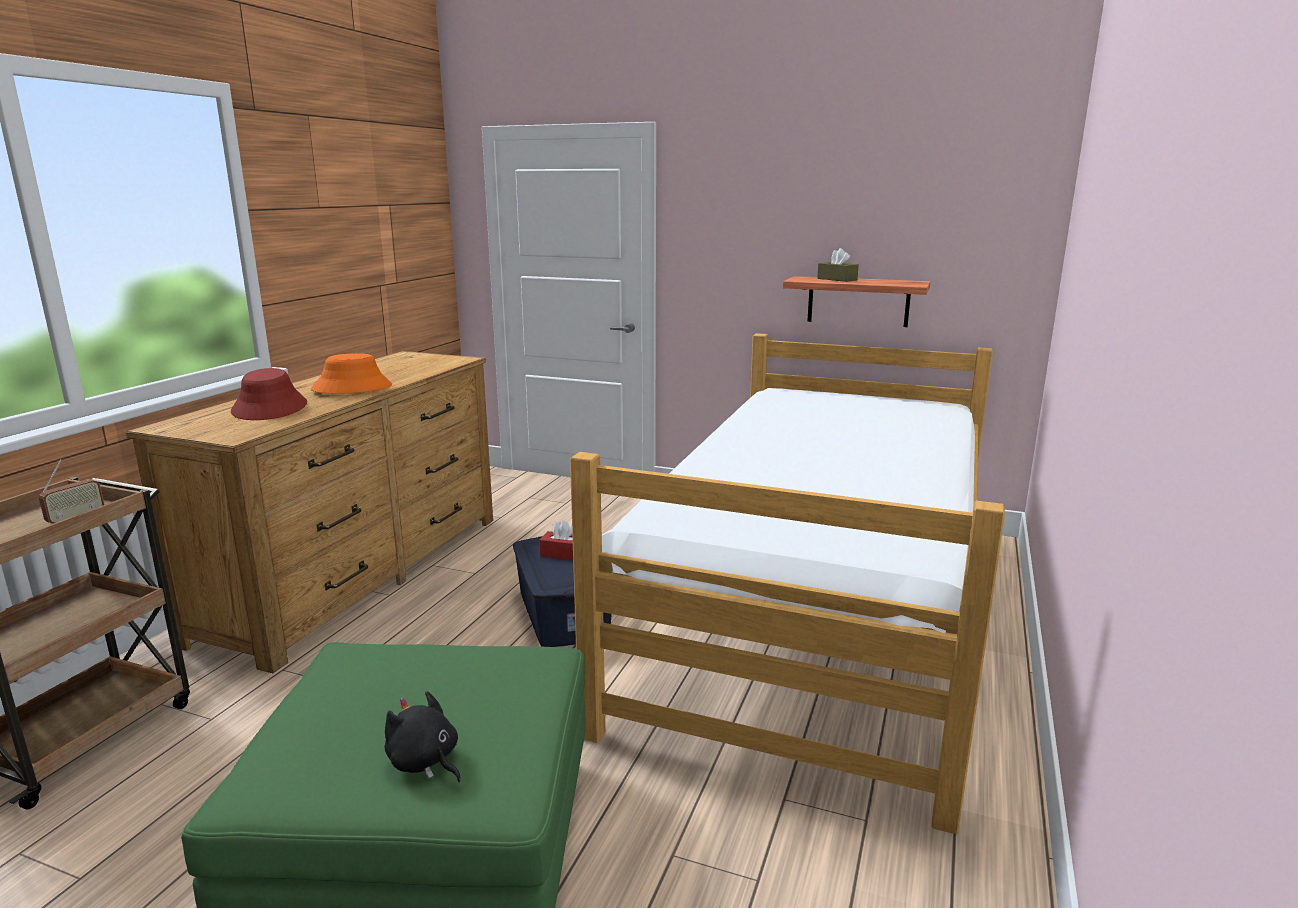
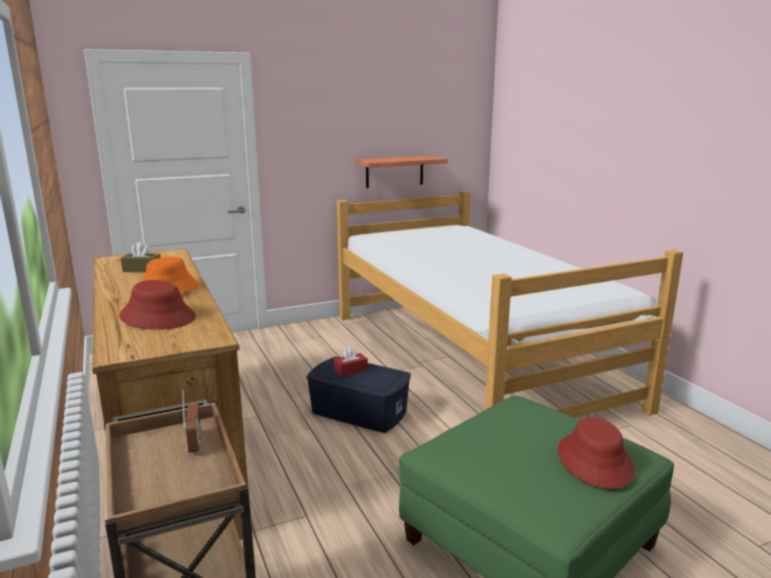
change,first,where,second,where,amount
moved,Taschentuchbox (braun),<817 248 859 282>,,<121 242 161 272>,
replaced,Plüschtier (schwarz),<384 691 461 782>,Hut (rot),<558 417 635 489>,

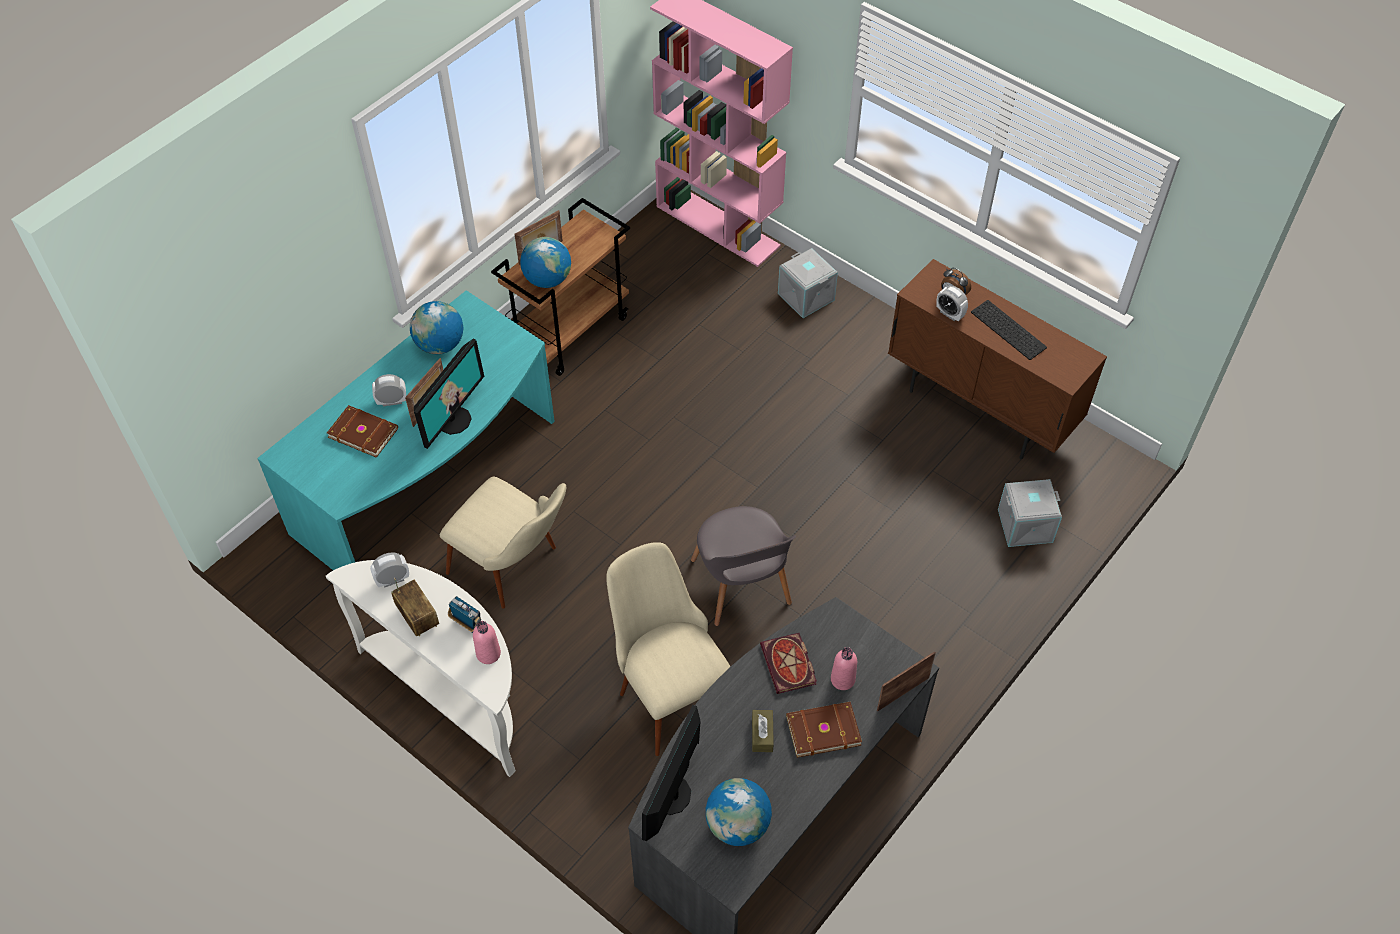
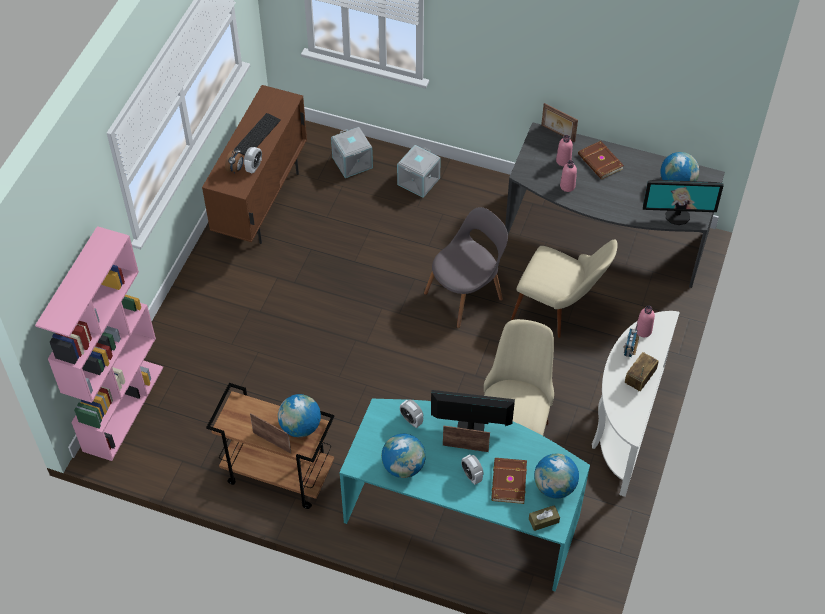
change,first,where,second,where,amount
moved,Aufbewahrungsbox (grau),<778 248 838 318>,,<397 145 441 198>,
moved,Wecker,<370 552 409 588>,,<400 399 423 428>,
turned,Stuhl (beige),<606 542 731 756>,,<511 240 618 338>,105 degrees counterclockwise
moved,Taschentuchbox (braun),<752 710 774 752>,,<529 505 560 531>,
added,,,Globus,<534 453 579 498>,
replaced,Buch,<760 633 817 694>,Flasche (rosa),<560 160 577 192>,

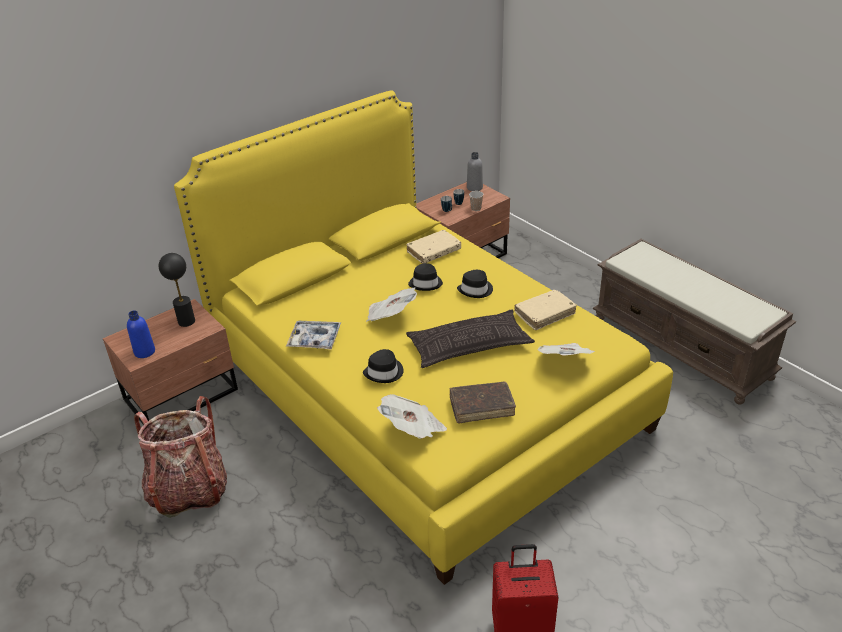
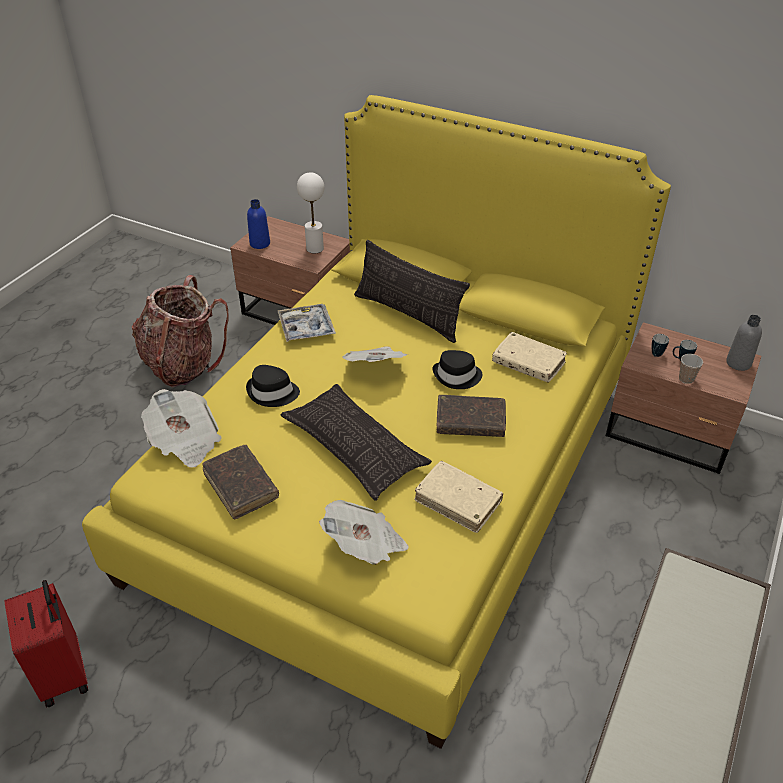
change,first,where,second,where,amount
recoloured,Tischlampe (schwarz),<159 253 195 327>,Tischlampe (weiß),<297 172 324 253>,
added,,,Kissen,<354 240 470 343>,
replaced,Hut (schwarz),<457 270 493 298>,Buch (braun),<437 395 506 437>,

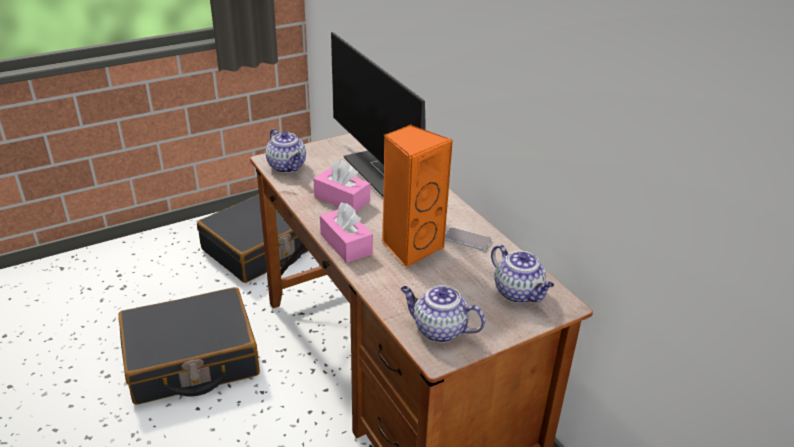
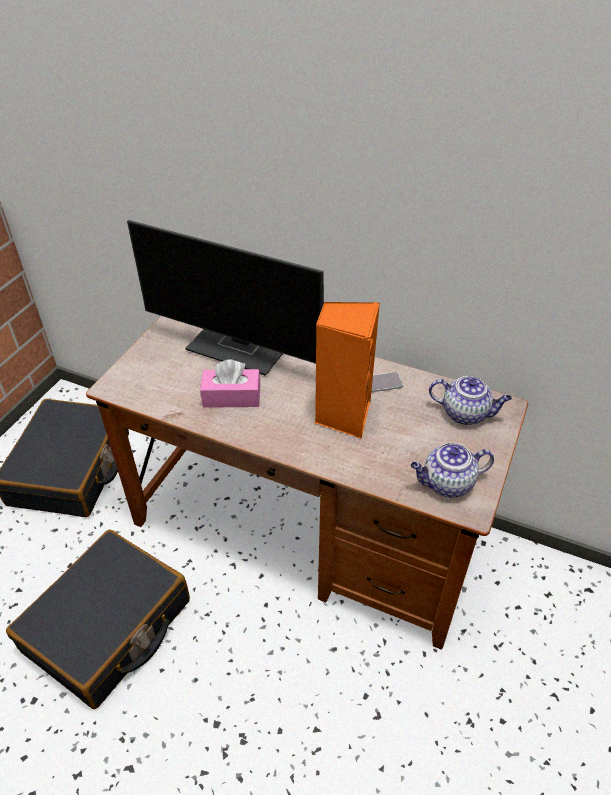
change,first,where,second,where,amount
removed,Teekanne,<266 128 306 173>,,,
removed,Taschentuchbox (rosa),<320 202 373 263>,,,

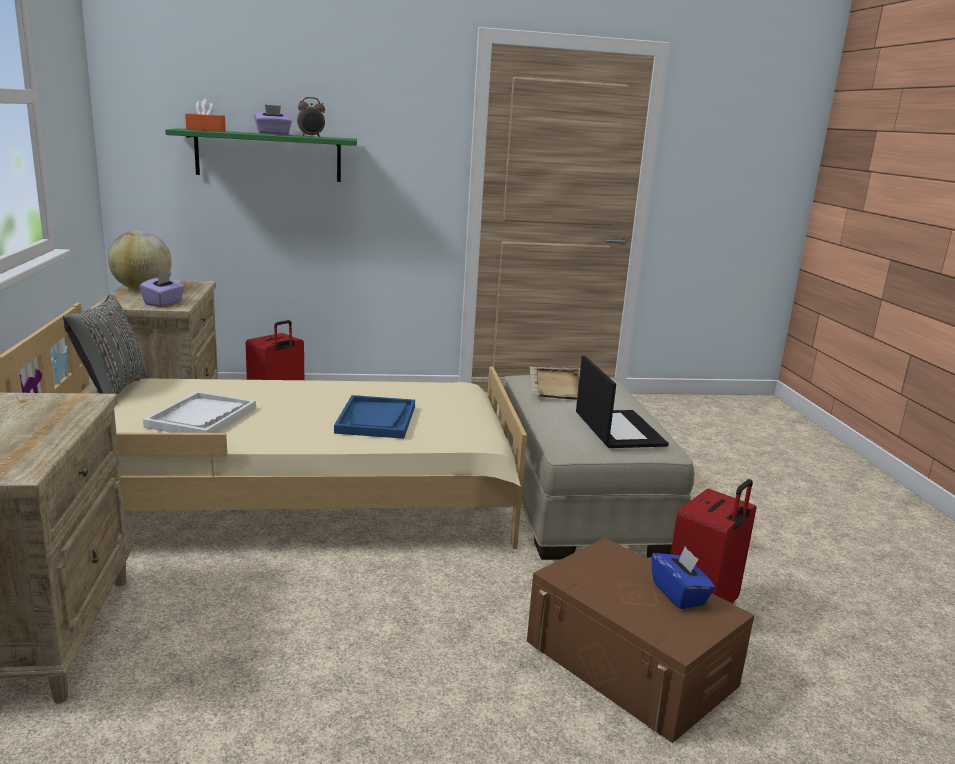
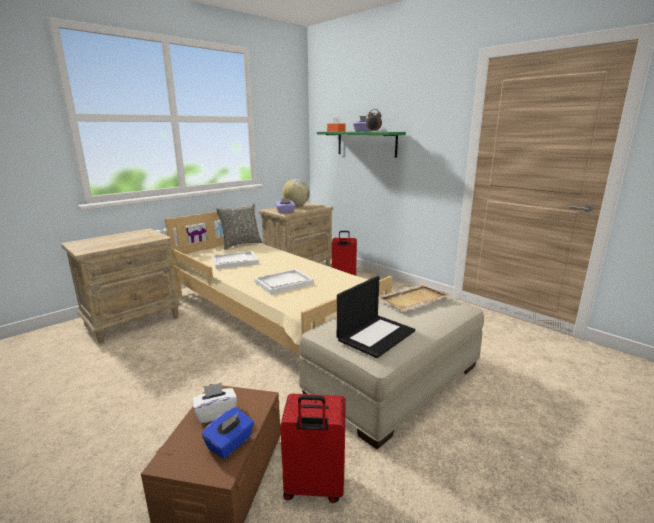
change,first,where,second,where,amount
added,,,Taschentuchbox (weiß),<192 382 237 424>,
recoloured,Tablett (blau),<334 395 415 439>,Tablett (weiß),<254 269 314 295>,

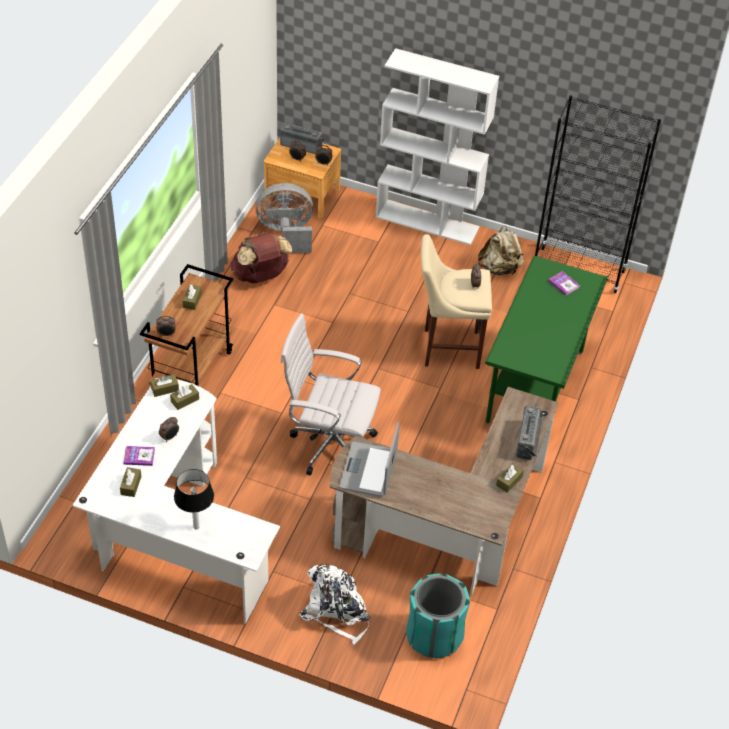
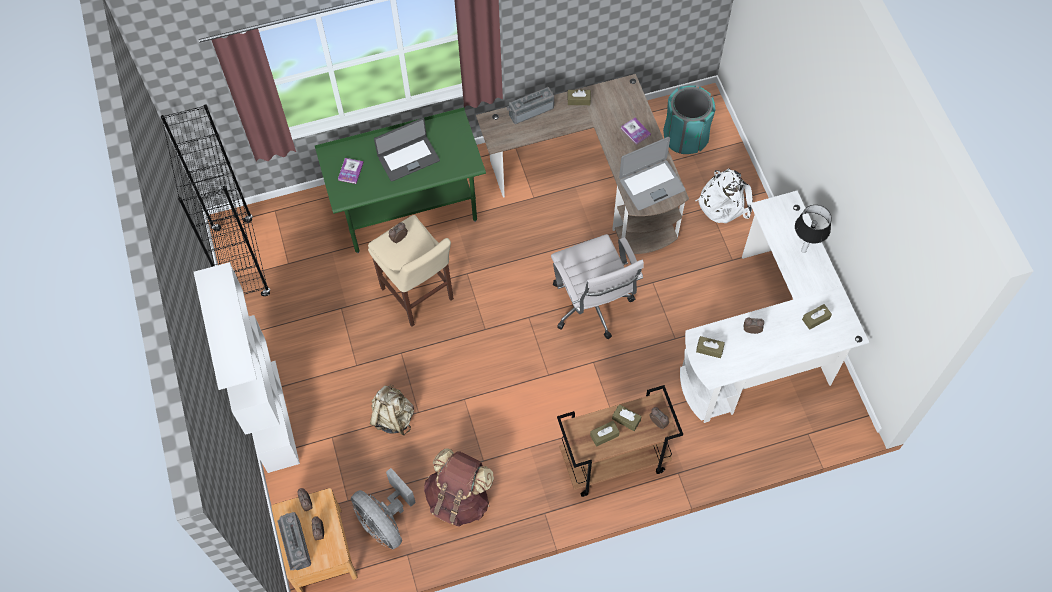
change,first,where,second,where,amount
moved,Rucksack (beige),<478 225 524 276>,,<370 384 414 436>,
added,,,Laptop,<374 118 440 182>,
moved,Taschentuchbox (braun),<150 374 179 397>,,<612 404 642 431>,
moved,Buch,<123 446 155 466>,,<621 118 651 145>,

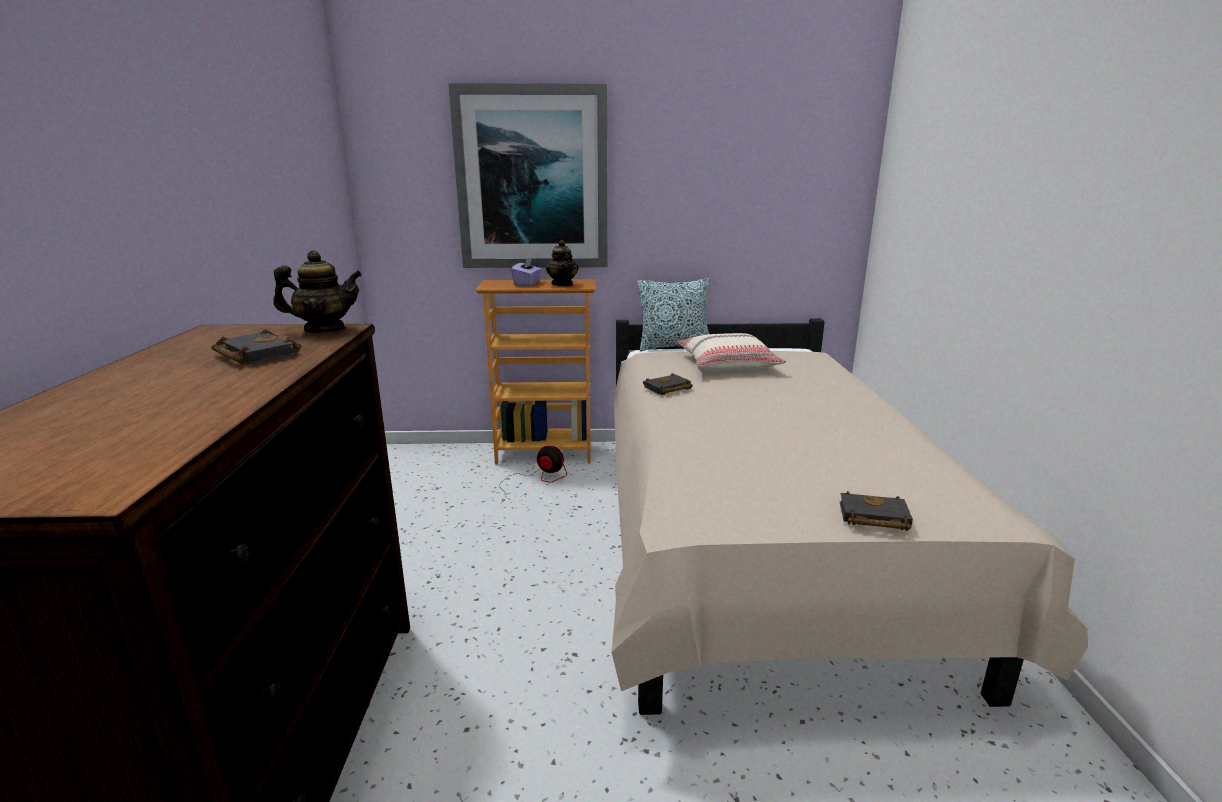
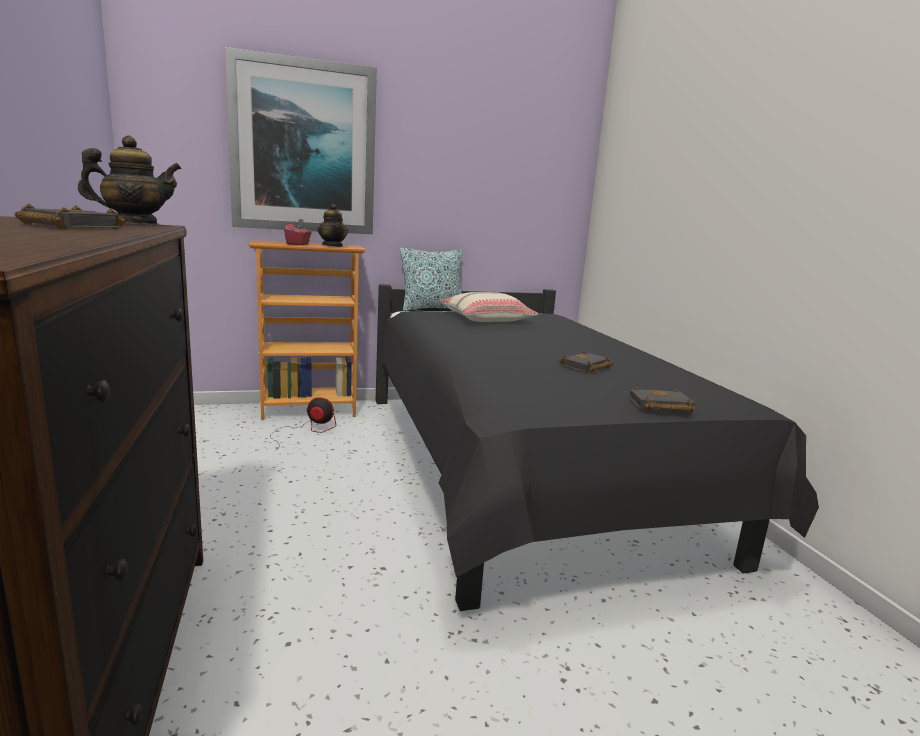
change,first,where,second,where,amount
recoloured,Taschentuchbox (lila),<511 257 542 287>,Taschentuchbox (rot),<284 219 312 245>,
recoloured,Bett (beige),<612 318 1088 715>,Bett (schwarz),<376 284 819 611>,
moved,Buch (schwarz),<643 373 693 395>,,<559 351 614 373>,

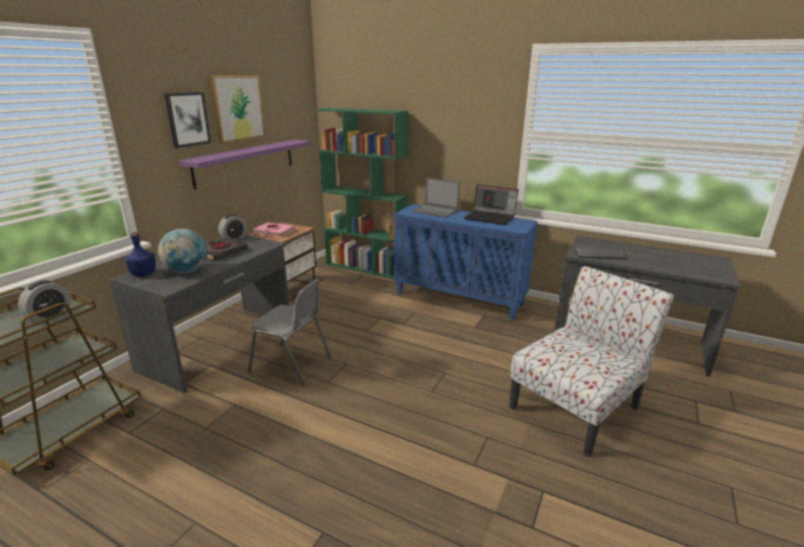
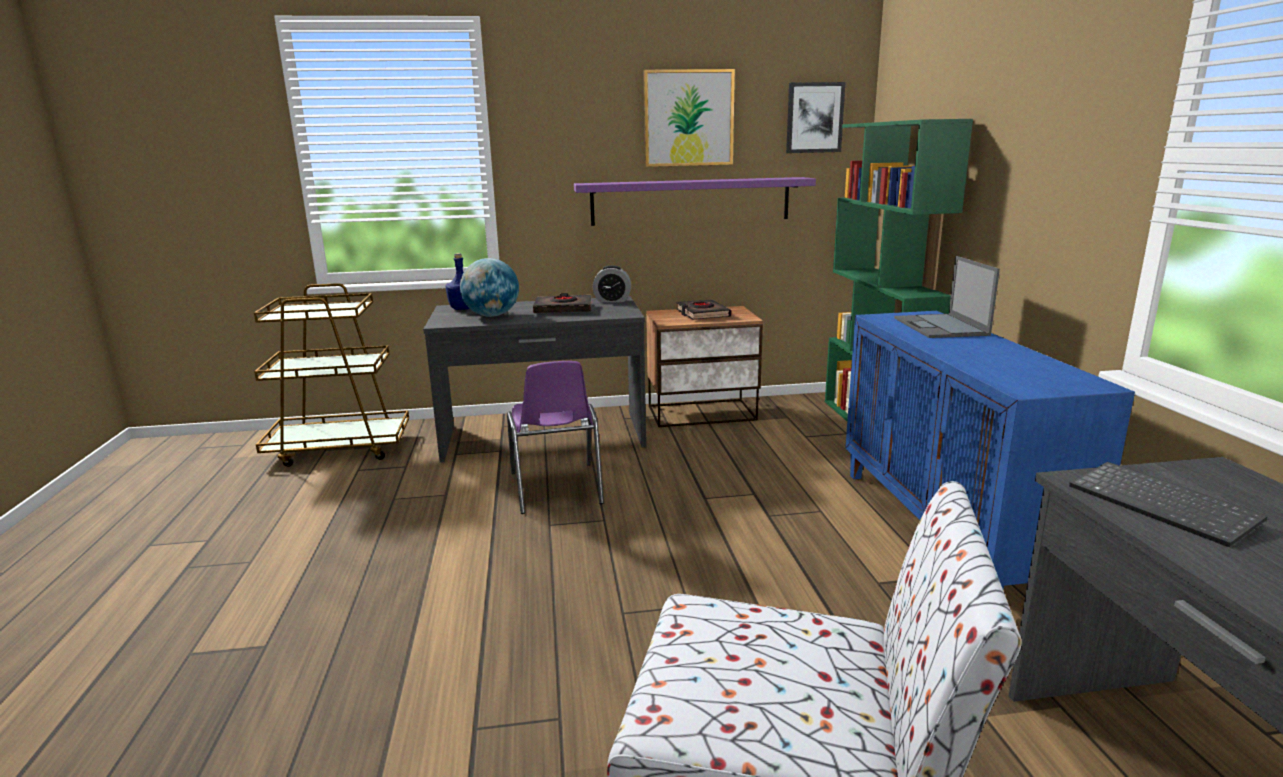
change,first,where,second,where,amount
recoloured,Stuhl (grau),<248 279 331 386>,Stuhl (lila),<507 361 604 514>,
recoloured,Buch (rosa),<253 222 295 237>,Buch (schwarz),<676 300 731 320>,
moved,Bild,<164 92 211 148>,,<786 82 845 153>,
removed,Wecker,<18 280 71 322>,,,
removed,Laptop,<464 185 519 225>,,,

